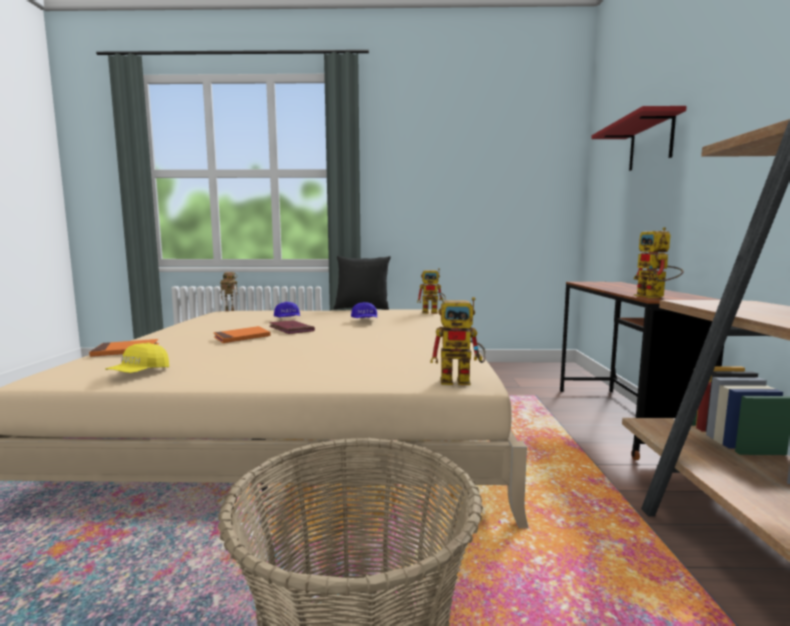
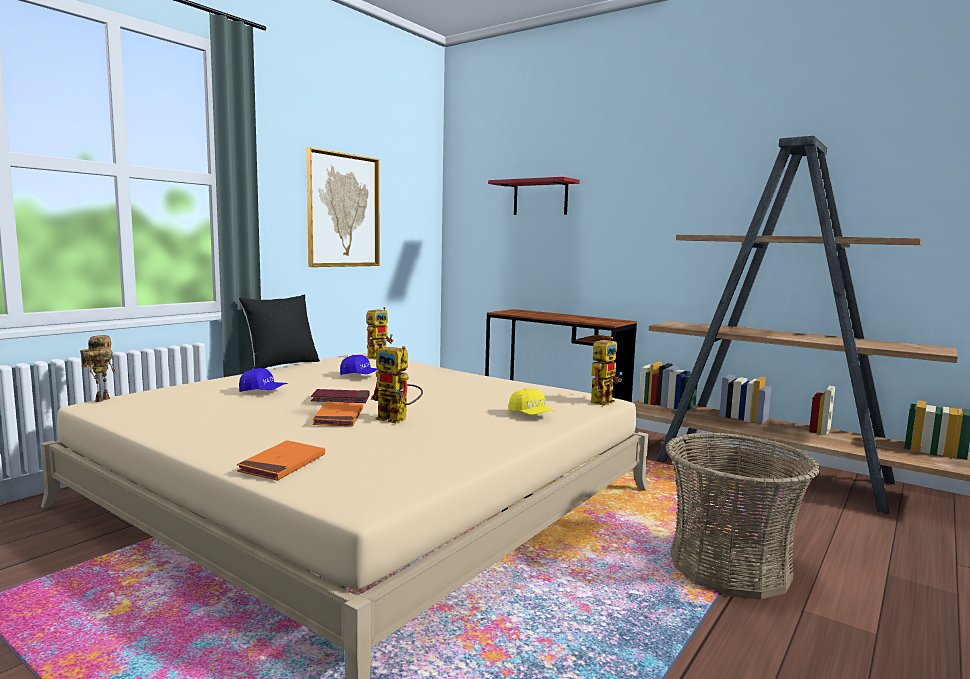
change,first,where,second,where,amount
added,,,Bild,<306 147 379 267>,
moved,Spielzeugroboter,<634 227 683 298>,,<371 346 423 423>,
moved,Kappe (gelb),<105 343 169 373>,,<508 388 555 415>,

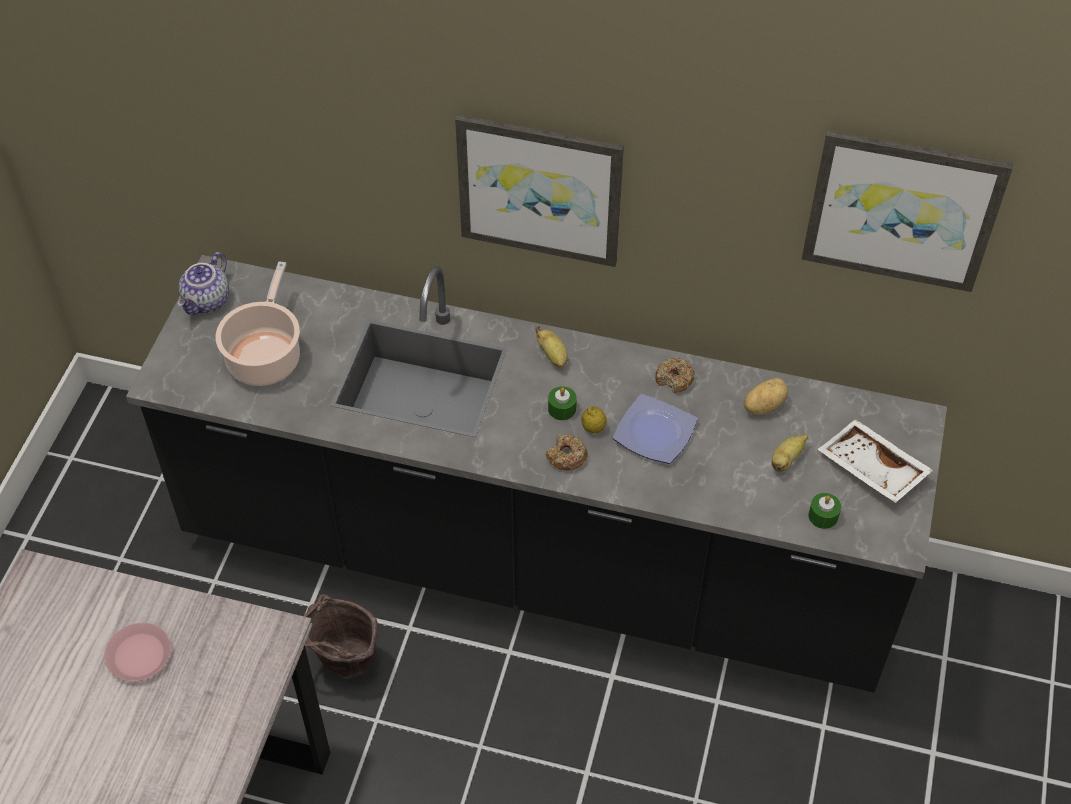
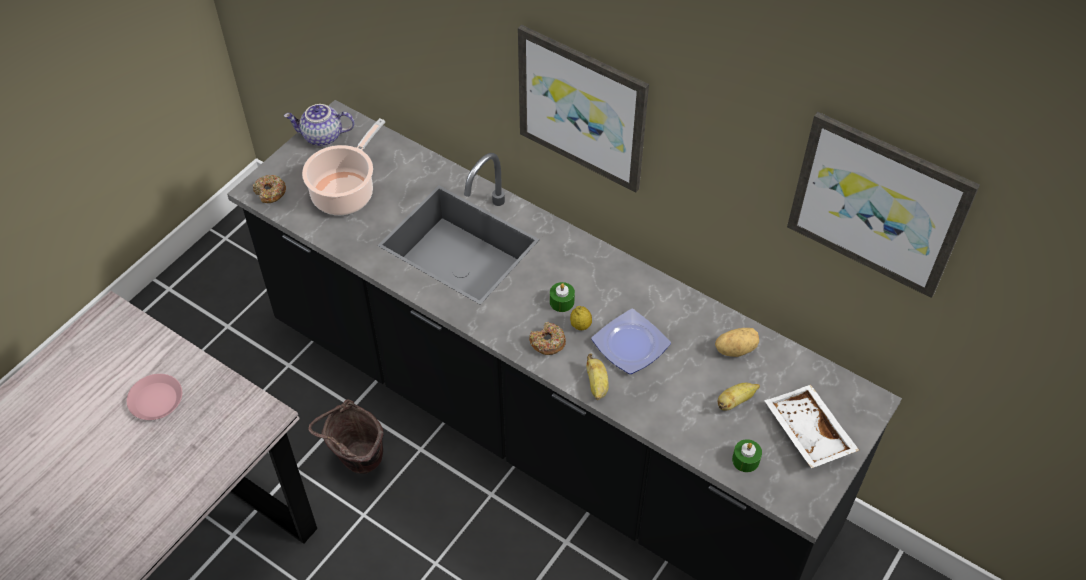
change,first,where,second,where,amount
moved,Donut,<655 357 695 393>,,<253 175 286 203>,
turned,Teekanne,<177 252 229 315>,,<284 104 354 146>,45 degrees clockwise
moved,Banane,<535 326 568 368>,,<586 354 609 400>,

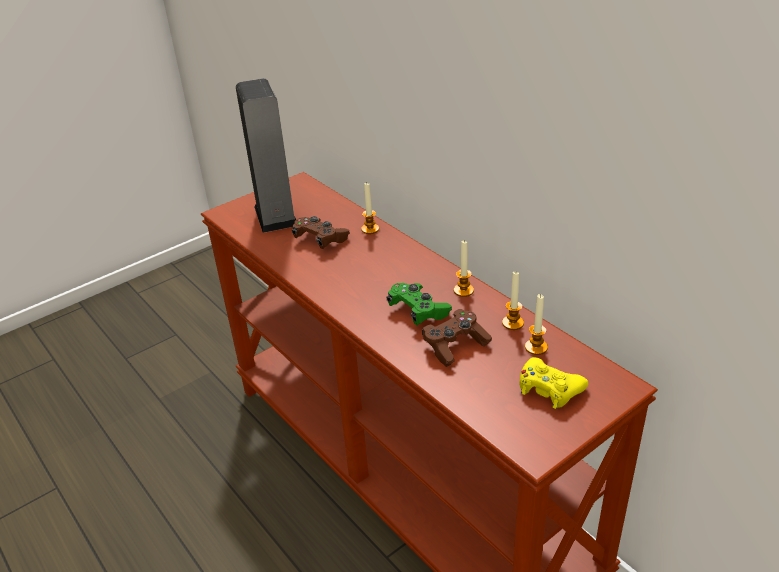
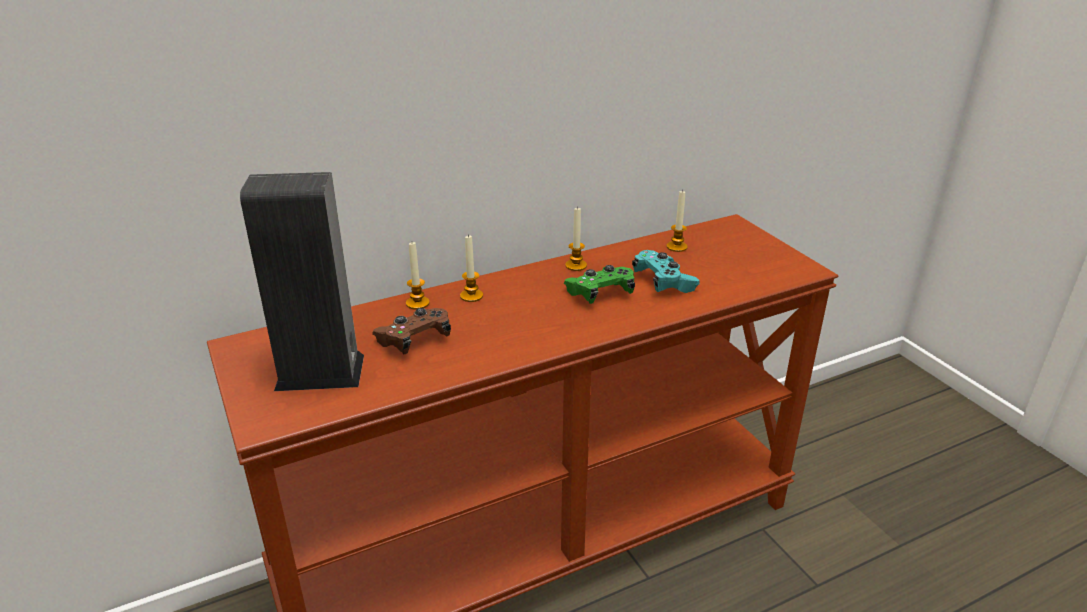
change,first,where,second,where,amount
moved,Kerze,<502 272 524 330>,,<460 234 483 302>,
recoloured,Gamepad (braun),<422 309 492 367>,Gamepad (türkis),<632 250 700 293>,
removed,Gamepad (gelb),<520 357 588 409>,,,

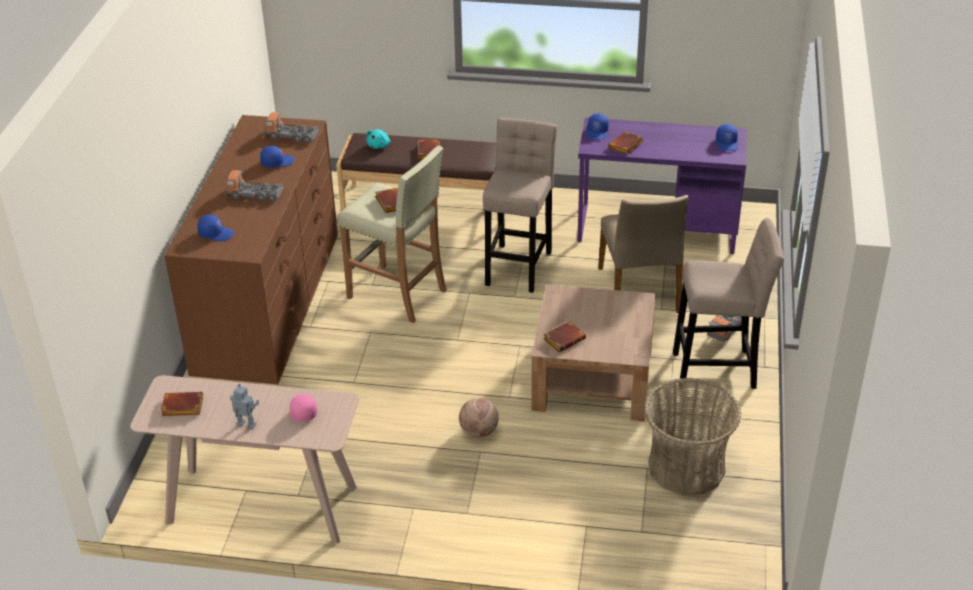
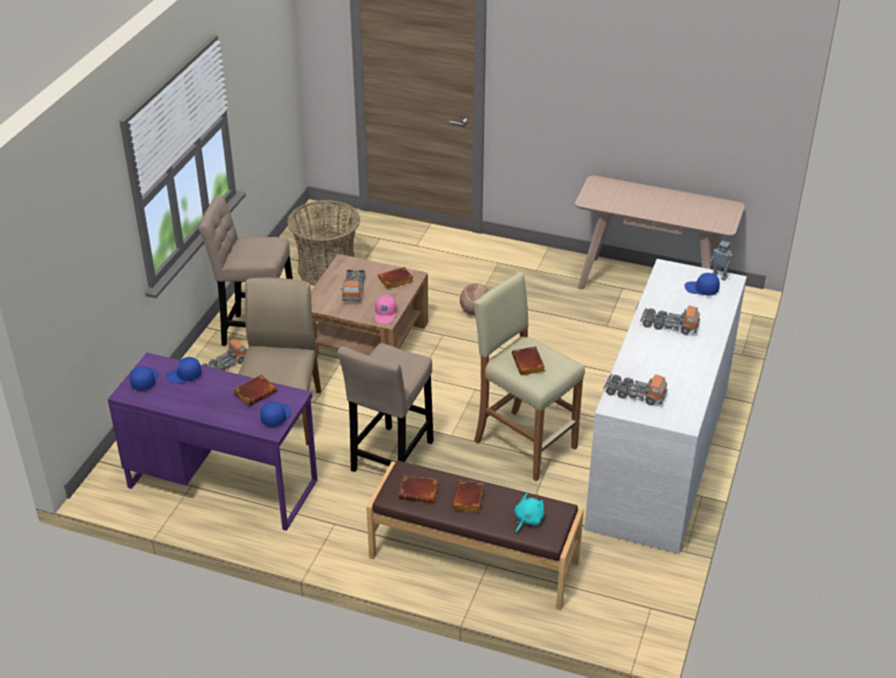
change,first,where,second,where,amount
moved,Kappe (blau),<260 146 295 168>,,<166 357 202 384>,
added,,,Spielzeuglaster,<341 269 365 301>,
moved,Kappe (rosa),<290 394 317 421>,,<375 295 396 324>,
moved,Buch (braun),<161 392 203 416>,,<399 476 438 503>,
recoloured,Kommode (braun),<164 115 338 384>,Kommode (weiß),<584 259 747 554>,
moved,Spielzeugroboter,<230 384 259 430>,,<709 239 733 281>,

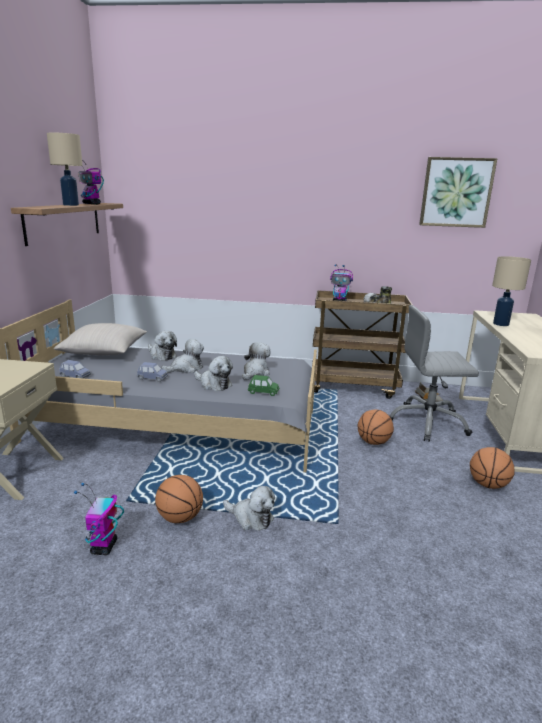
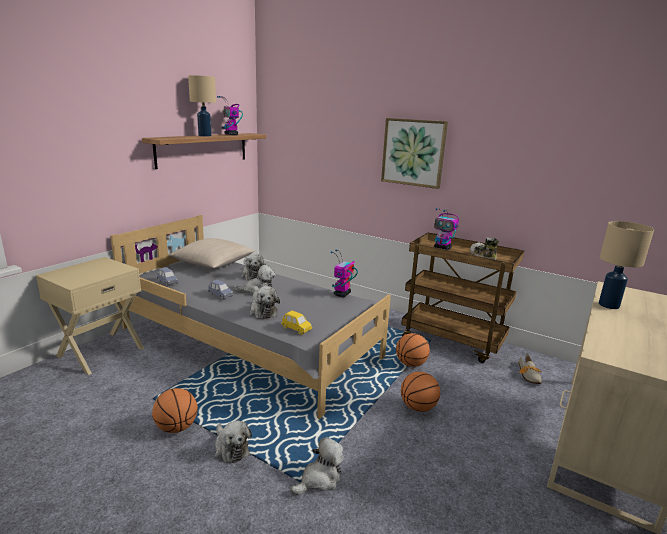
change,first,where,second,where,amount
recoloured,Spielzeugauto (grün),<248 375 280 396>,Spielzeugauto (gelb),<281 311 312 335>,
moved,Plüschtier,<242 342 271 380>,,<291 437 344 495>,
moved,Spielzeugroboter,<74 482 124 555>,,<331 249 358 297>,
moved,Bild,<419 157 497 228>,,<381 118 448 189>,
moved,Basketball,<470 447 515 489>,,<396 333 430 367>,
removed,Bürostuhl (grau),<390 305 479 442>,,,

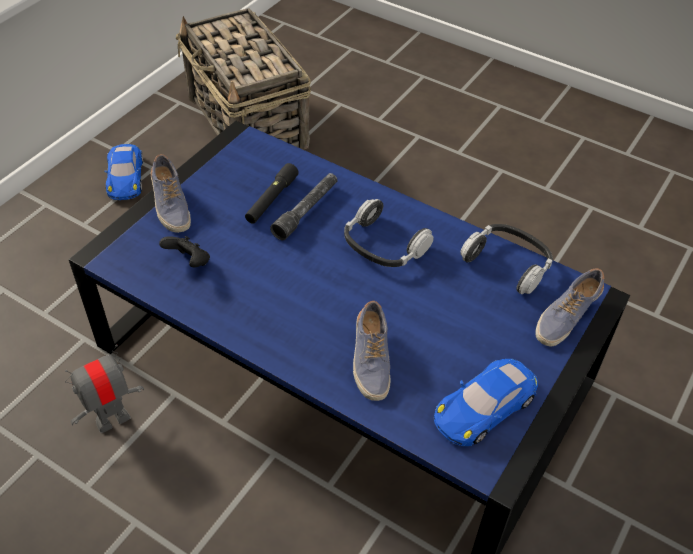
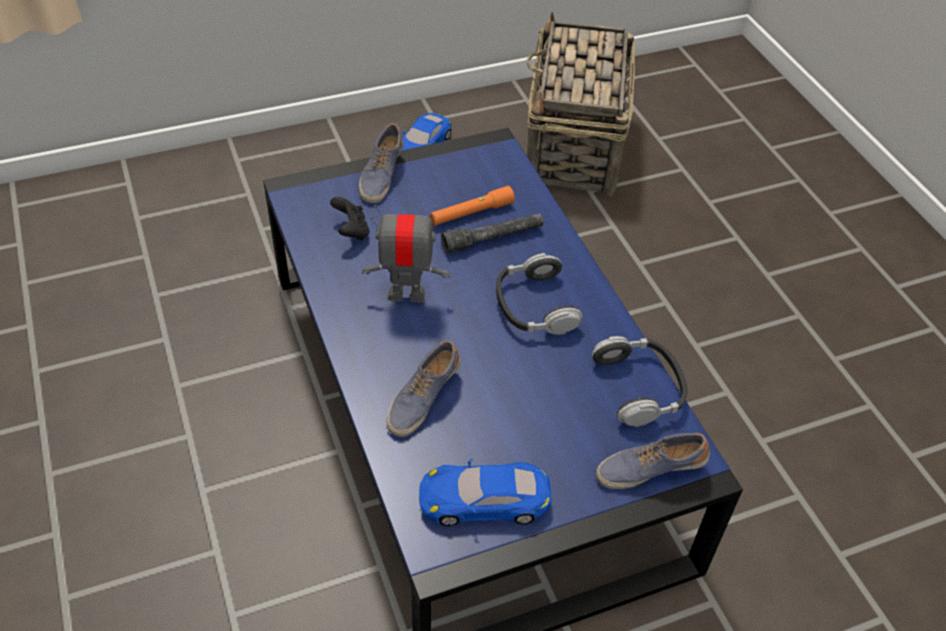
change,first,where,second,where,amount
moved,Spielzeugroboter,<65 345 144 433>,,<362 205 450 303>,
recoloured,Taschenlampe (schwarz),<245 163 299 223>,Taschenlampe (orange),<430 186 515 226>,

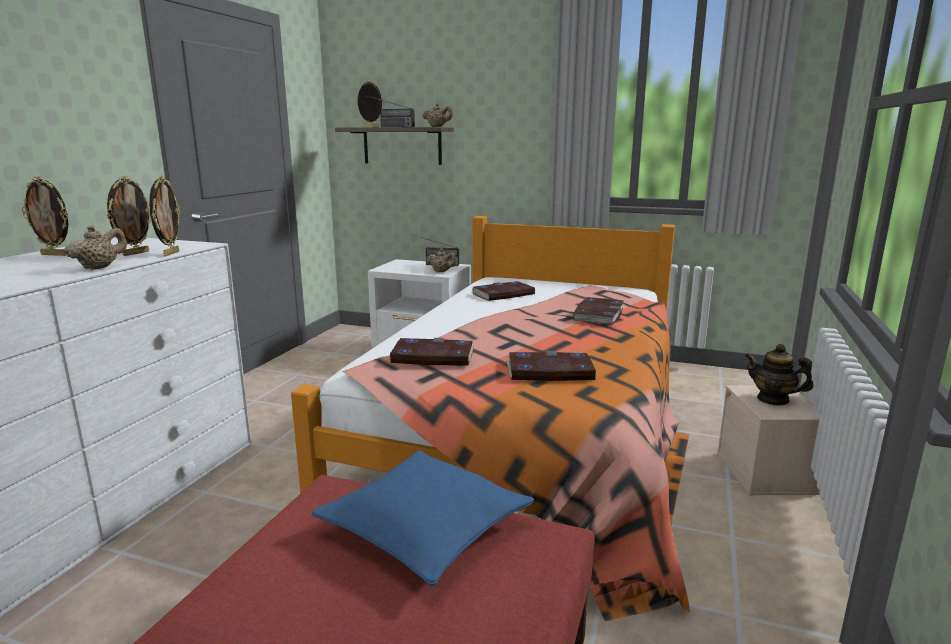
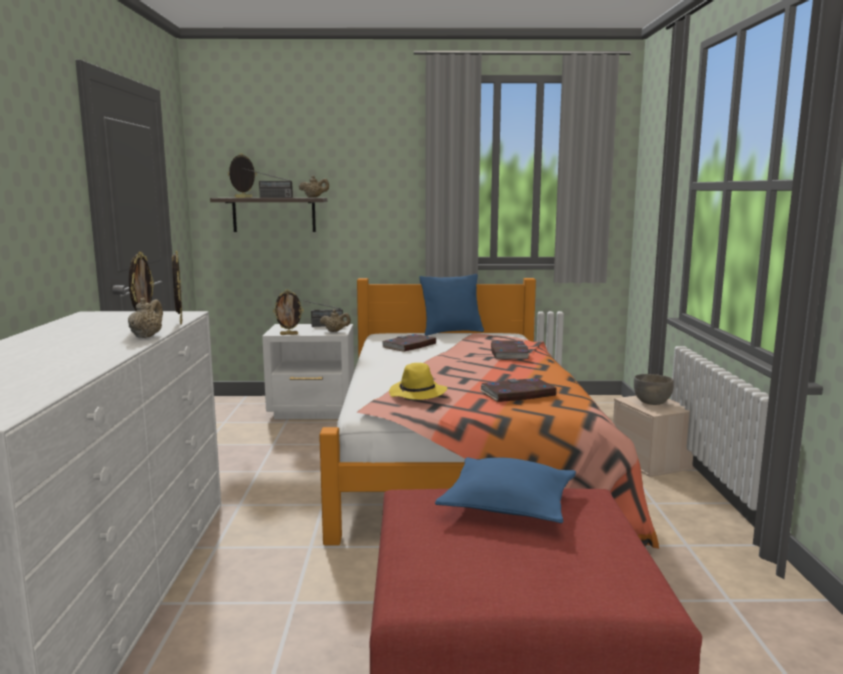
change,first,where,second,where,amount
moved,Bilderrahmen,<22 176 68 256>,,<273 290 303 335>,
replaced,Buch,<389 338 474 366>,Hut (gelb),<389 363 447 400>,
added,,,Kissen (blau),<419 274 484 336>,
replaced,Teekanne,<745 344 813 406>,Schüssel (grau),<634 374 674 405>,

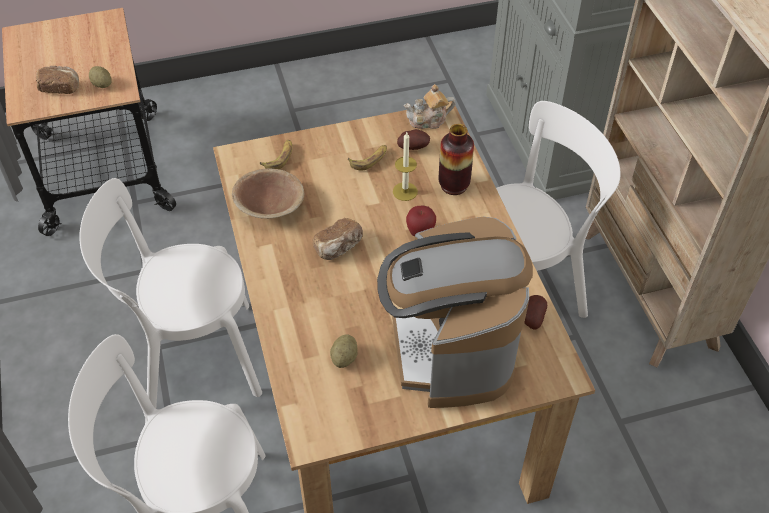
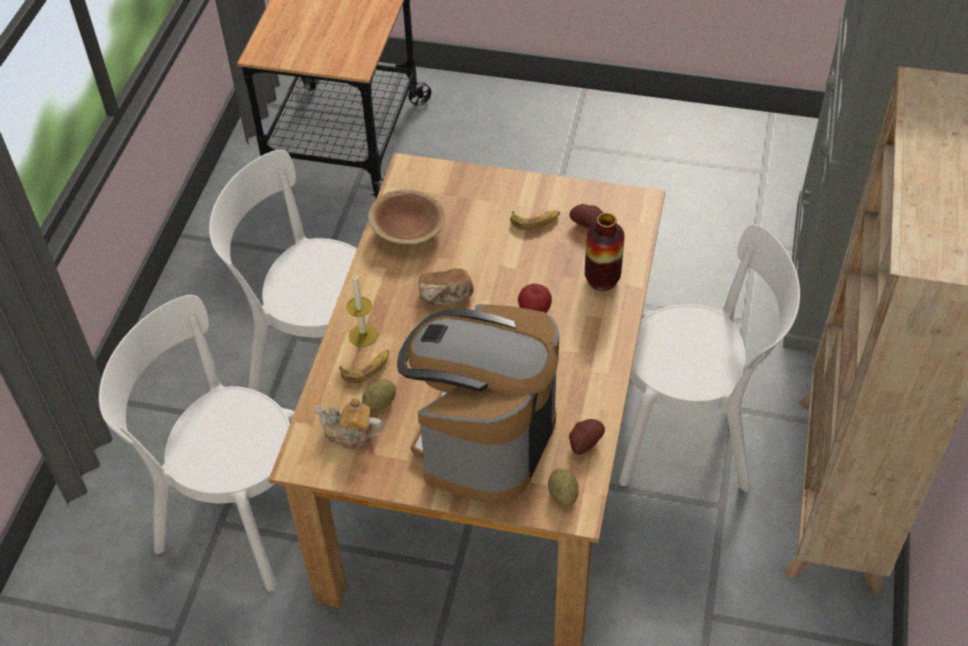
change,first,where,second,where,amount
moved,Teekanne,<404 84 456 129>,,<315 398 383 450>,
moved,Banane,<260 140 292 169>,,<340 350 389 383>,
moved,Kerze,<393 132 418 201>,,<346 273 378 347>,
moved,Kartoffel,<89 66 112 88>,,<548 468 579 506>,
removed,Brot,<36 66 79 94>,,,

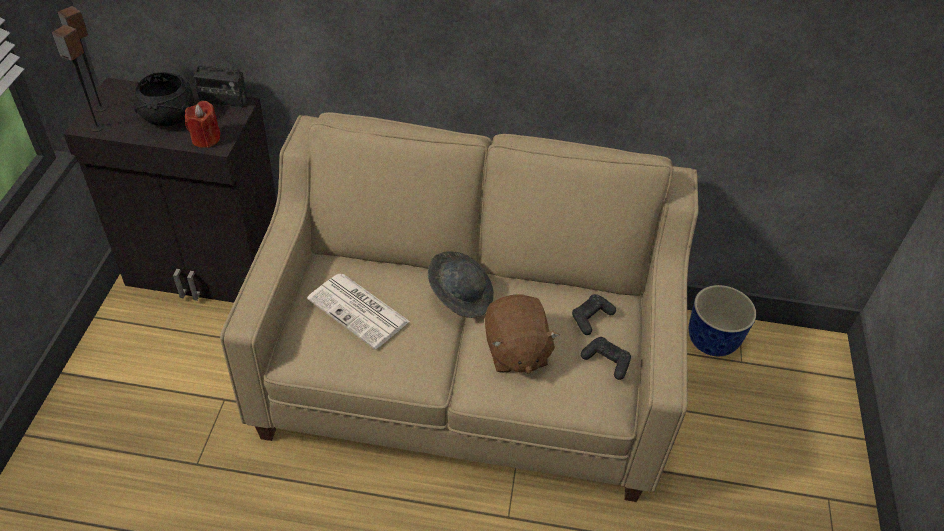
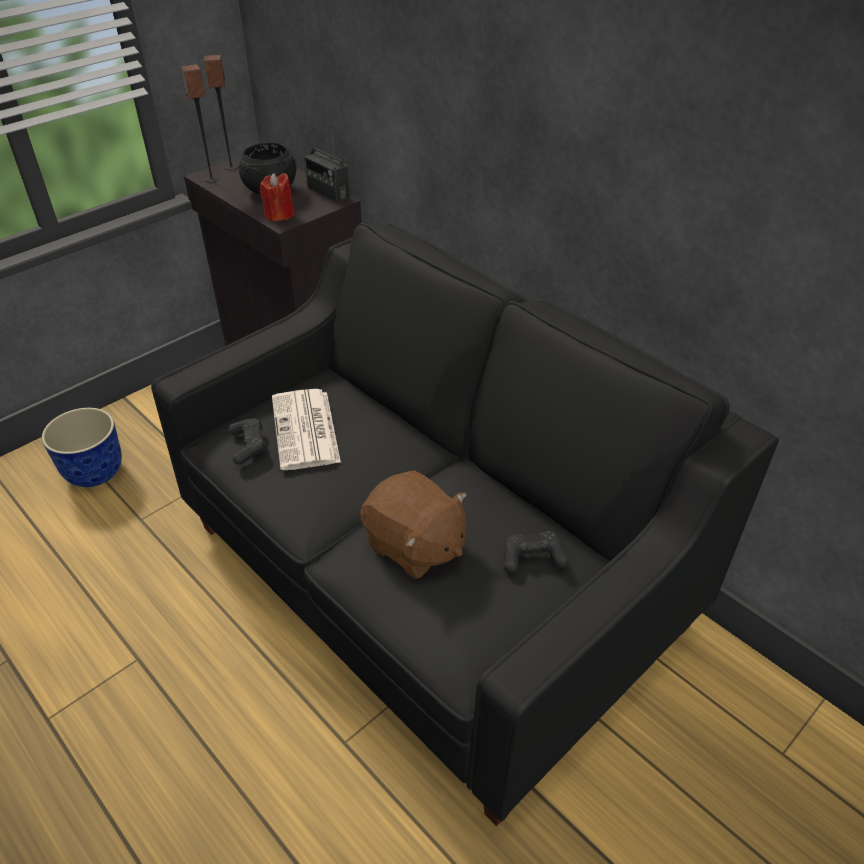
change,first,where,second,where,amount
moved,Pflanzkübel,<689 285 756 356>,,<42 408 122 487>,
recoloured,Sofa (beige),<220 112 699 502>,Sofa (schwarz),<151 222 779 826>,
moved,Gamepad (schwarz),<581 337 631 380>,,<229 418 266 465>,
turned,Plüschtier (braun),<485 294 560 374>,,<360 471 467 579>,75 degrees counterclockwise
removed,Hut (grau),<428 251 494 318>,,,

